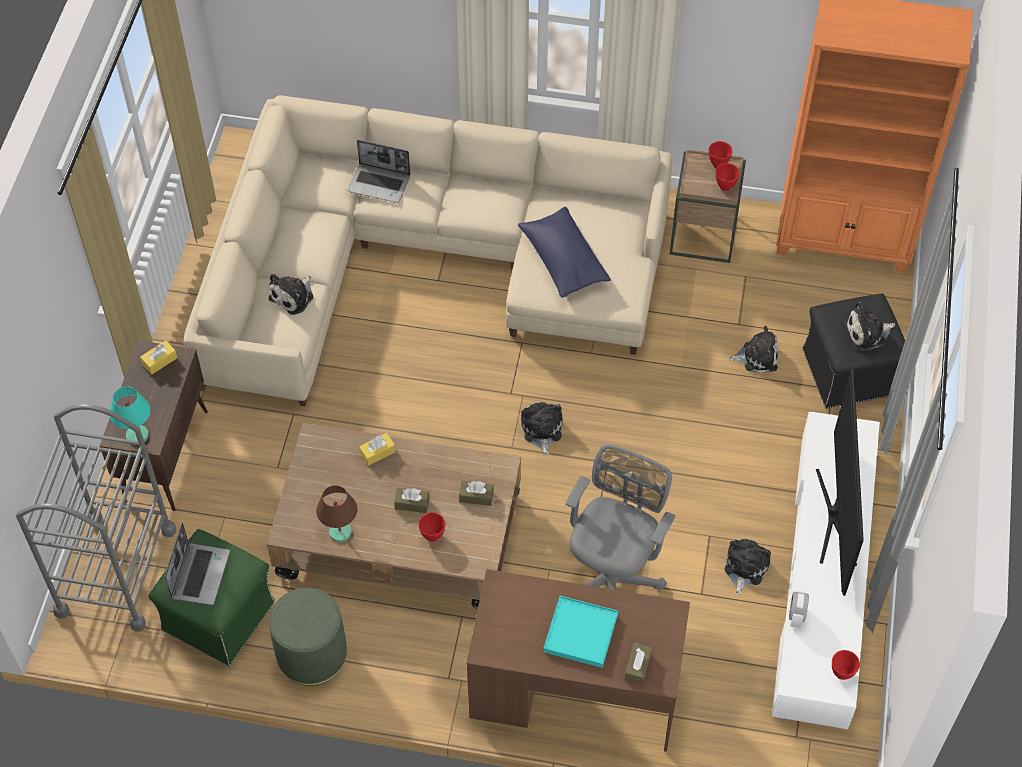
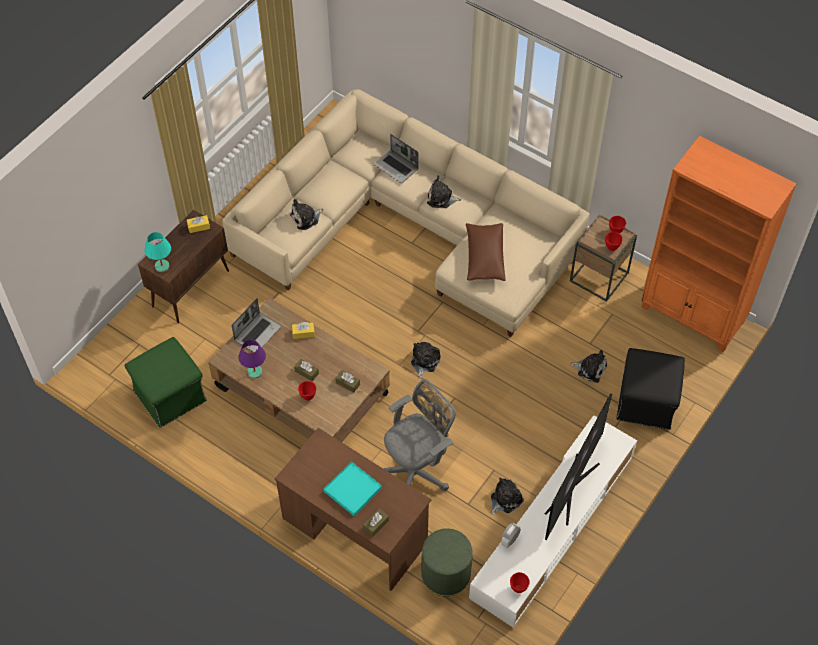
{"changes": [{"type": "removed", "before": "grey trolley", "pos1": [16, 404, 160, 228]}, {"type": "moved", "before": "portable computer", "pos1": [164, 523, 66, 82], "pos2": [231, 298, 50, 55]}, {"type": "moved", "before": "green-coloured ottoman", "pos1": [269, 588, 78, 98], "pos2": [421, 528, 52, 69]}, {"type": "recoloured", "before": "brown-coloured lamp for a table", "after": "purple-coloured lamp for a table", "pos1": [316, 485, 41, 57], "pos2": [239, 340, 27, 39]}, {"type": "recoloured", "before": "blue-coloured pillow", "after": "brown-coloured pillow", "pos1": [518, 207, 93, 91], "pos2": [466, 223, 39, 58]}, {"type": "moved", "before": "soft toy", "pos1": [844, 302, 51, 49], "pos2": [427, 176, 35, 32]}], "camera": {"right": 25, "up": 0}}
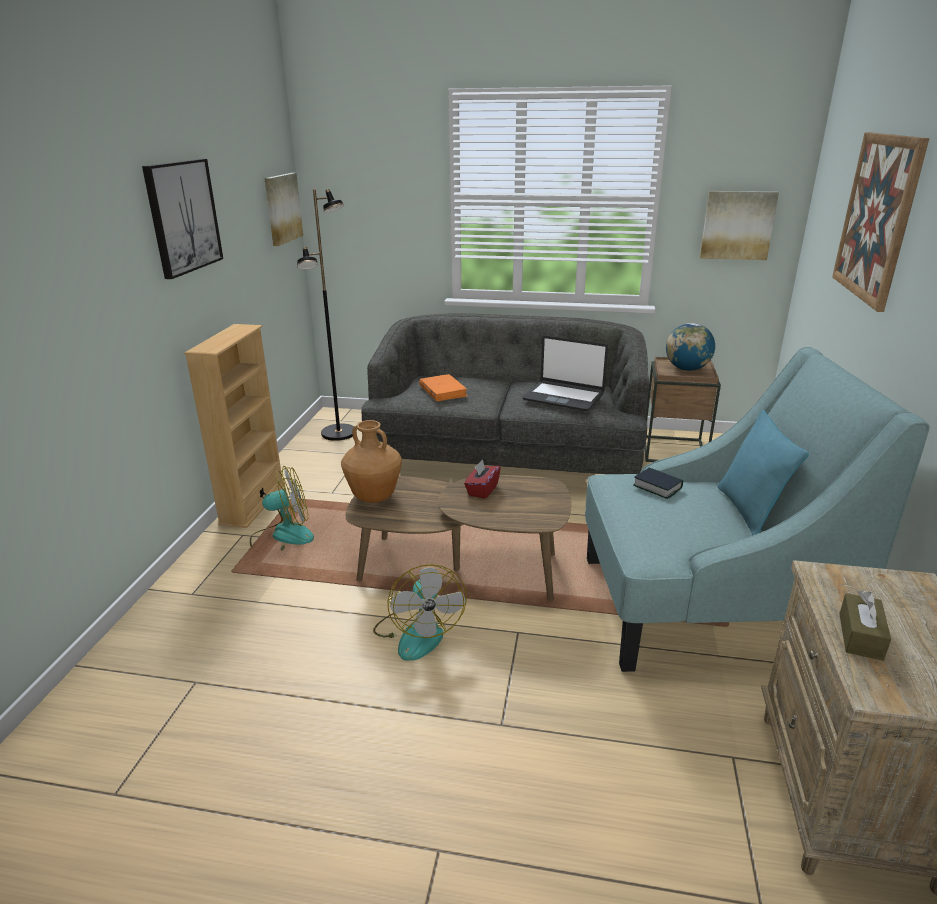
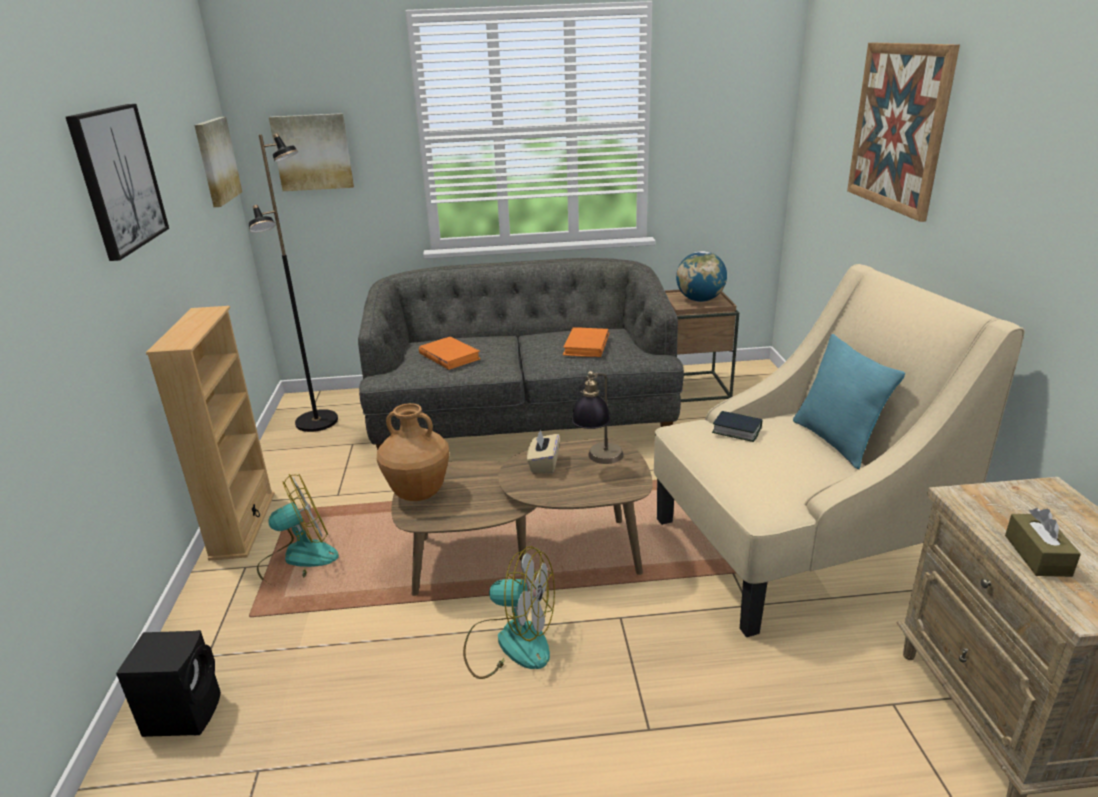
{"changes": [{"type": "turned", "before": "cooling fan", "pos1": [373, 564, 94, 97], "pos2": [463, 546, 92, 133], "turn": -45}, {"type": "recoloured", "before": "red tissue holder", "after": "beige tissue holder", "pos1": [464, 459, 37, 40], "pos2": [527, 429, 33, 45]}, {"type": "replaced", "before": "portable computer", "after": "orangey volume", "pos1": [523, 336, 85, 75], "pos2": [563, 327, 46, 30]}, {"type": "recoloured", "before": "turquoise-coloured easy chair", "after": "beige easy chair", "pos1": [585, 347, 344, 325], "pos2": [654, 264, 371, 373]}, {"type": "moved", "before": "wall art", "pos1": [700, 191, 79, 69], "pos2": [269, 113, 85, 78]}, {"type": "added", "after": "blackish audio speaker", "pos2": [116, 630, 105, 107]}, {"type": "added", "after": "lamp for a table", "pos2": [572, 371, 52, 93]}], "camera": {"right": -15, "up": 0}}
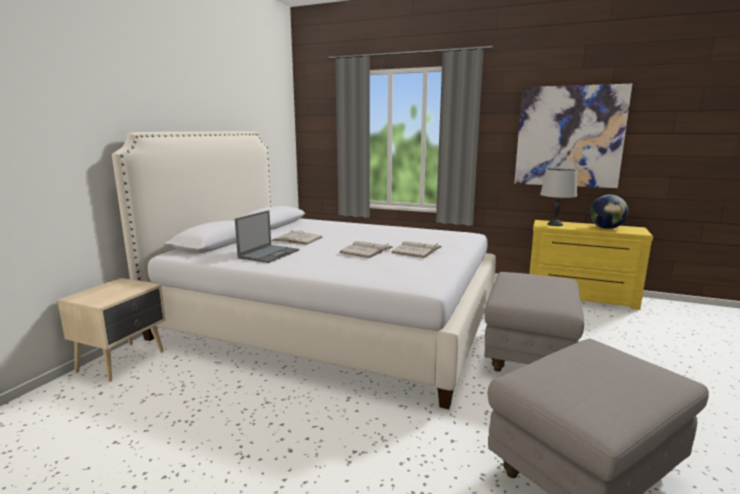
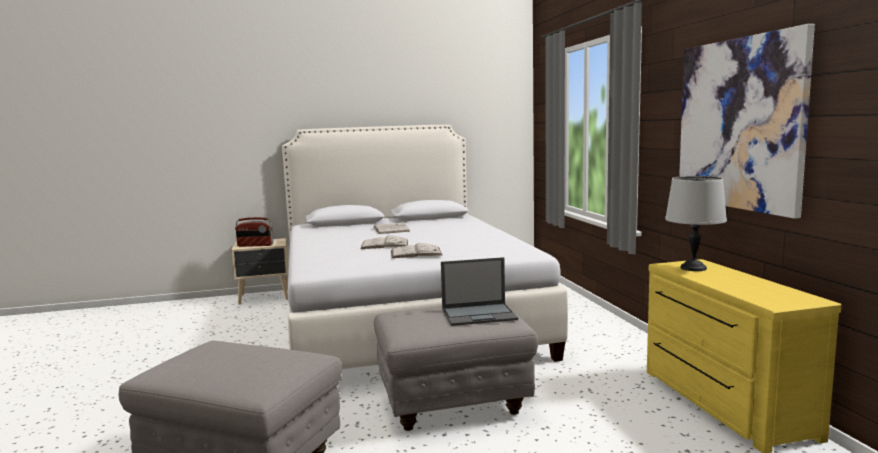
{"changes": [{"type": "moved", "before": "portable computer", "pos1": [235, 210, 64, 53], "pos2": [441, 257, 77, 69]}, {"type": "removed", "before": "world globe", "pos1": [590, 194, 39, 35]}, {"type": "added", "after": "radio set", "pos2": [235, 217, 38, 30]}], "camera": {"right": 55, "up": -5}}
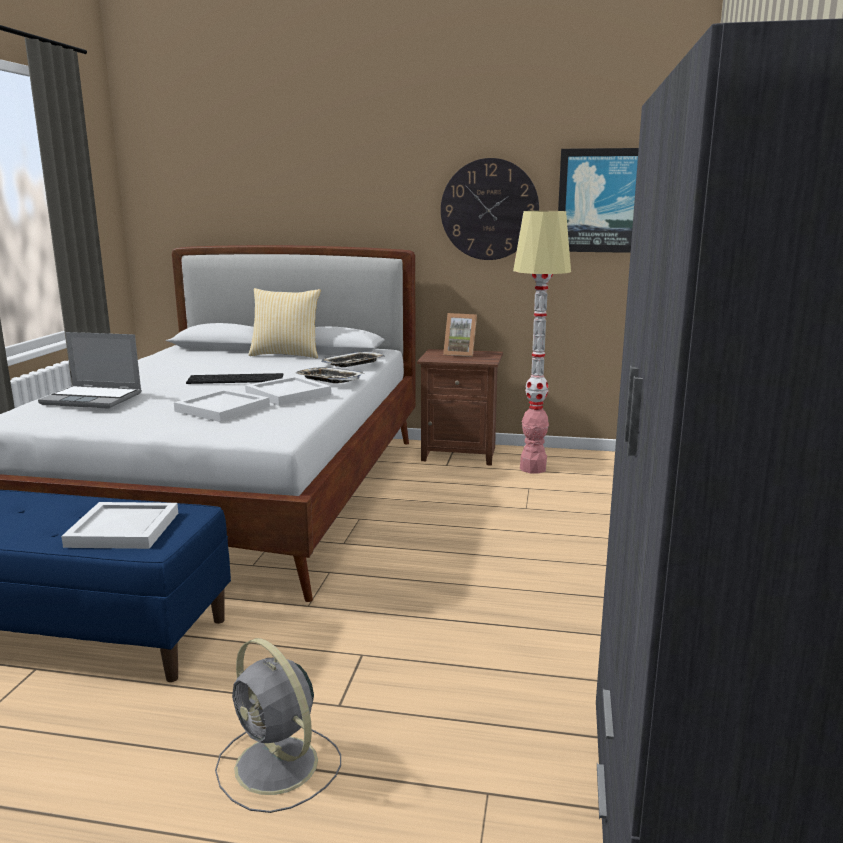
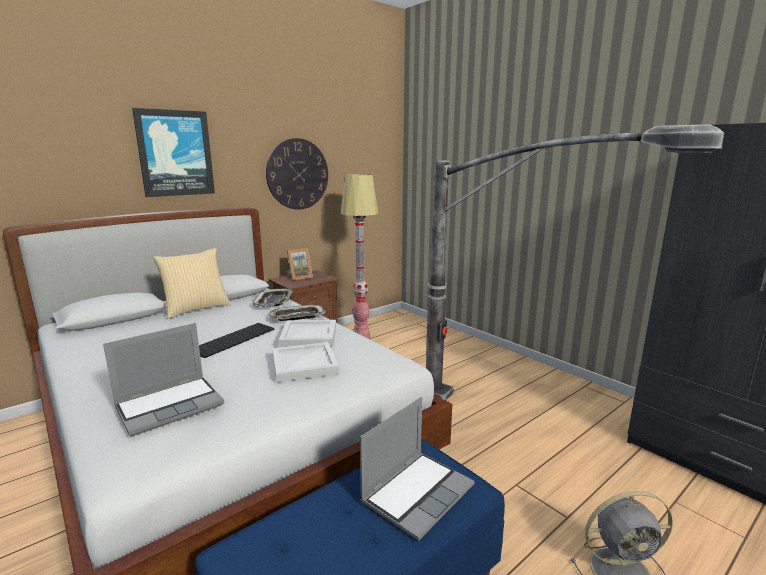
{"changes": [{"type": "replaced", "before": "whitish carrying tray", "after": "portable computer", "pos1": [61, 502, 117, 47], "pos2": [360, 397, 115, 144]}, {"type": "moved", "before": "wall art", "pos1": [558, 148, 81, 105], "pos2": [132, 108, 83, 89]}, {"type": "added", "after": "standing lamp", "pos2": [426, 124, 298, 276]}], "camera": {"right": -50, "up": 0}}
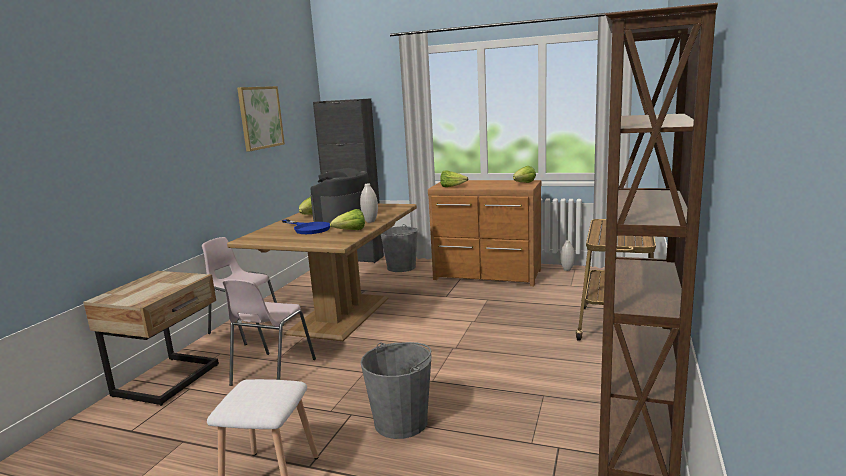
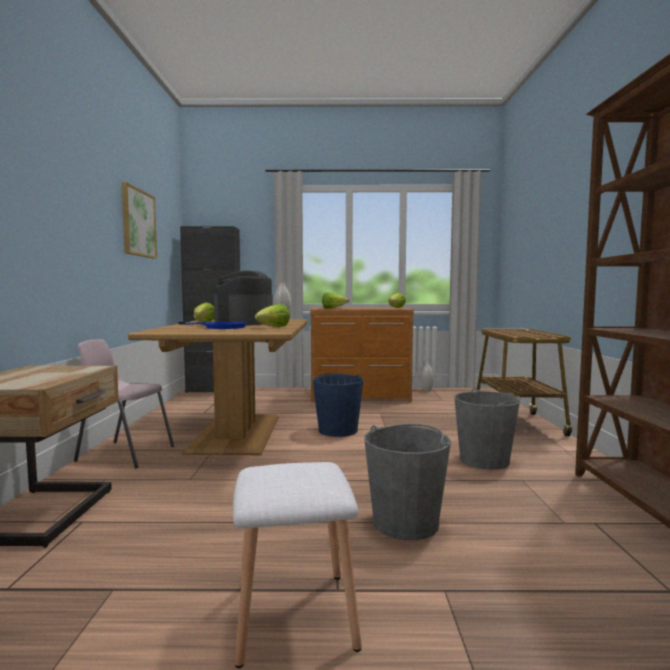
{"changes": [{"type": "removed", "before": "pinkish chair", "pos1": [223, 279, 93, 107]}, {"type": "moved", "before": "grey water bucket", "pos1": [381, 224, 38, 48], "pos2": [454, 388, 67, 82]}, {"type": "added", "after": "blue-coloured water bucket", "pos2": [313, 373, 51, 64]}], "camera": {"right": -20, "up": -10}}
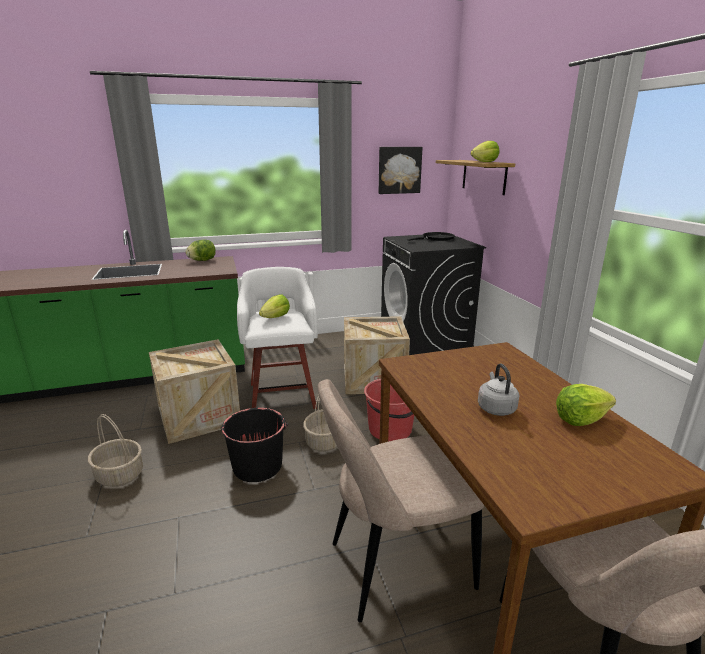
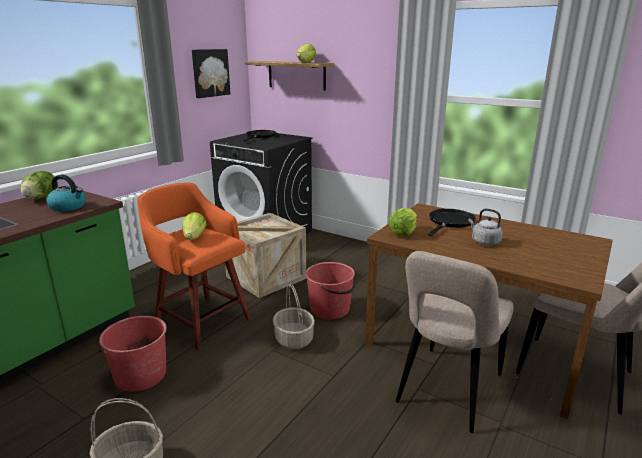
{"changes": [{"type": "replaced", "before": "packing crate", "after": "red water bucket", "pos1": [149, 339, 91, 105], "pos2": [97, 316, 70, 76]}, {"type": "removed", "before": "blackish water bucket", "pos1": [221, 408, 67, 74]}, {"type": "recoloured", "before": "whitish stool seat", "after": "orangey stool seat", "pos1": [237, 267, 81, 142], "pos2": [137, 183, 114, 167]}, {"type": "moved", "before": "head of lettuce", "pos1": [556, 384, 60, 42], "pos2": [389, 208, 28, 28]}, {"type": "added", "after": "tea kettle", "pos2": [47, 175, 39, 37]}, {"type": "added", "after": "blackish skillet", "pos2": [428, 209, 48, 27]}], "camera": {"right": -40, "up": 0}}
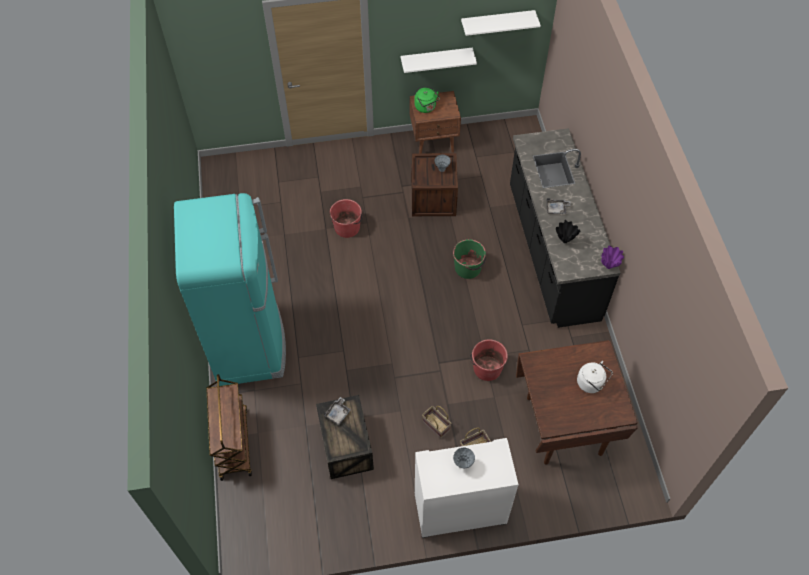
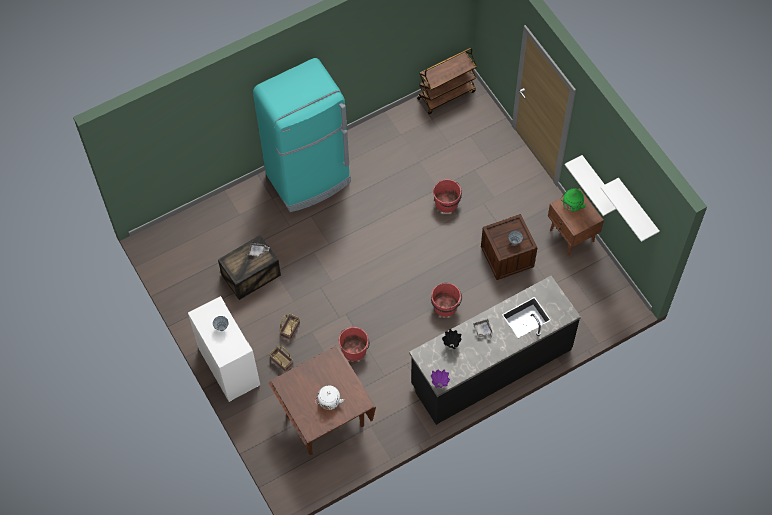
{"changes": [{"type": "moved", "before": "brown-coloured trolley", "pos1": [206, 374, 46, 107], "pos2": [417, 48, 60, 66]}, {"type": "recoloured", "before": "green-coloured water bucket", "after": "red water bucket", "pos1": [453, 239, 33, 40], "pos2": [431, 283, 31, 34]}], "camera": {"right": 70, "up": 5}}
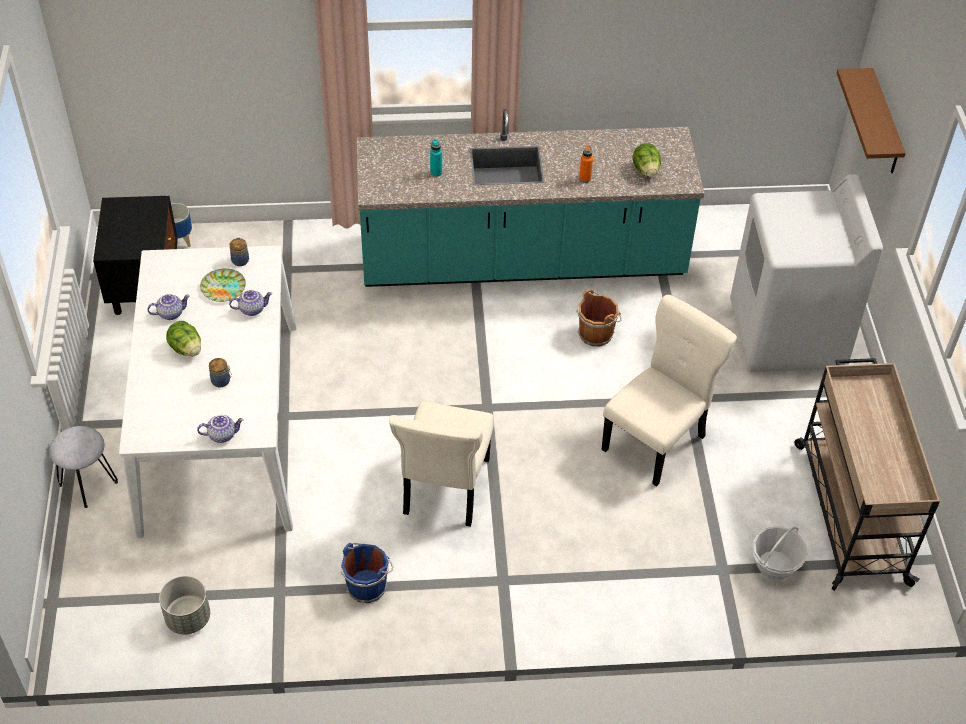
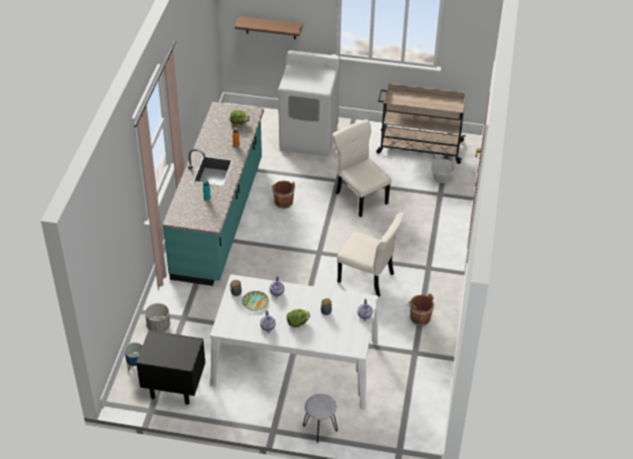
{"changes": [{"type": "moved", "before": "grey planter", "pos1": [159, 576, 51, 59], "pos2": [145, 303, 25, 29]}, {"type": "recoloured", "before": "blue-coloured water bucket", "after": "brown-coloured water bucket", "pos1": [341, 543, 52, 60], "pos2": [408, 294, 26, 32]}], "camera": {"right": -75, "up": -5}}
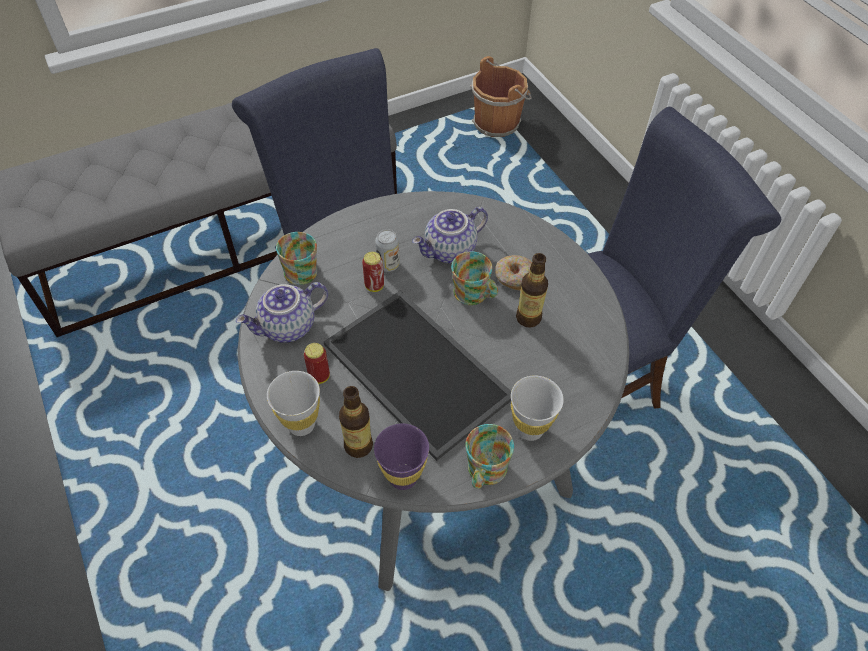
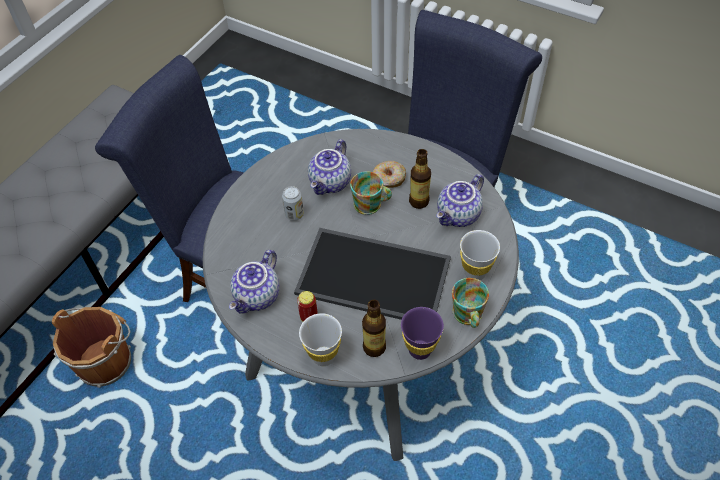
{"changes": [{"type": "removed", "before": "tea mug", "pos1": [276, 232, 41, 53]}, {"type": "removed", "before": "can", "pos1": [362, 252, 22, 40]}, {"type": "moved", "before": "brown-coloured water bucket", "pos1": [470, 56, 61, 81], "pos2": [52, 307, 79, 81]}, {"type": "added", "after": "pot for tea", "pos2": [436, 174, 48, 53]}], "camera": {"right": -30, "up": 0}}
